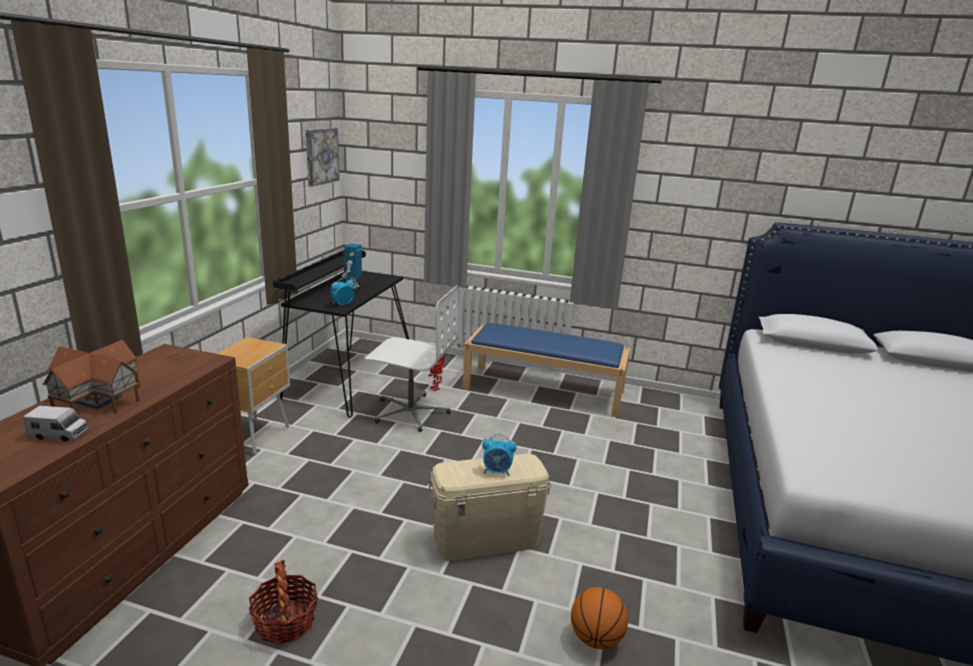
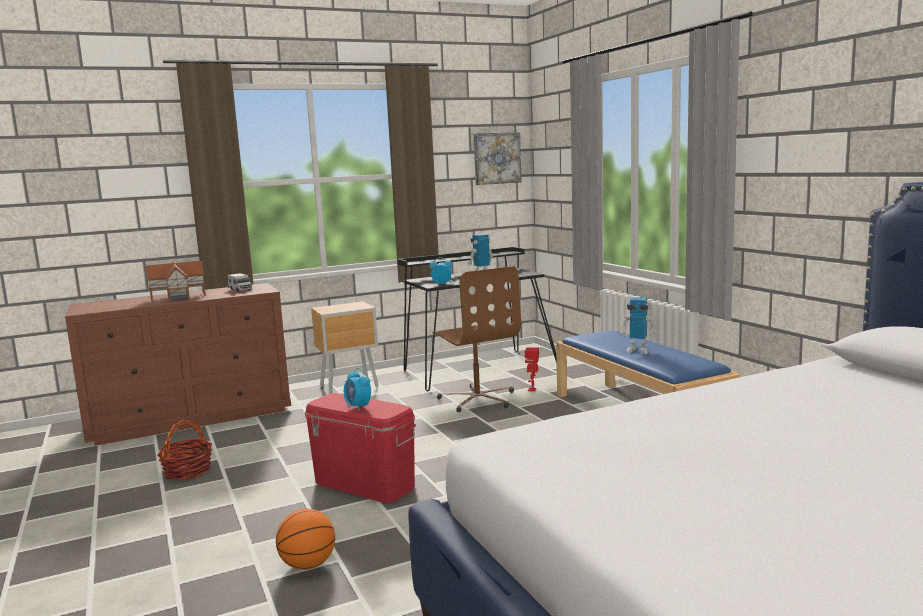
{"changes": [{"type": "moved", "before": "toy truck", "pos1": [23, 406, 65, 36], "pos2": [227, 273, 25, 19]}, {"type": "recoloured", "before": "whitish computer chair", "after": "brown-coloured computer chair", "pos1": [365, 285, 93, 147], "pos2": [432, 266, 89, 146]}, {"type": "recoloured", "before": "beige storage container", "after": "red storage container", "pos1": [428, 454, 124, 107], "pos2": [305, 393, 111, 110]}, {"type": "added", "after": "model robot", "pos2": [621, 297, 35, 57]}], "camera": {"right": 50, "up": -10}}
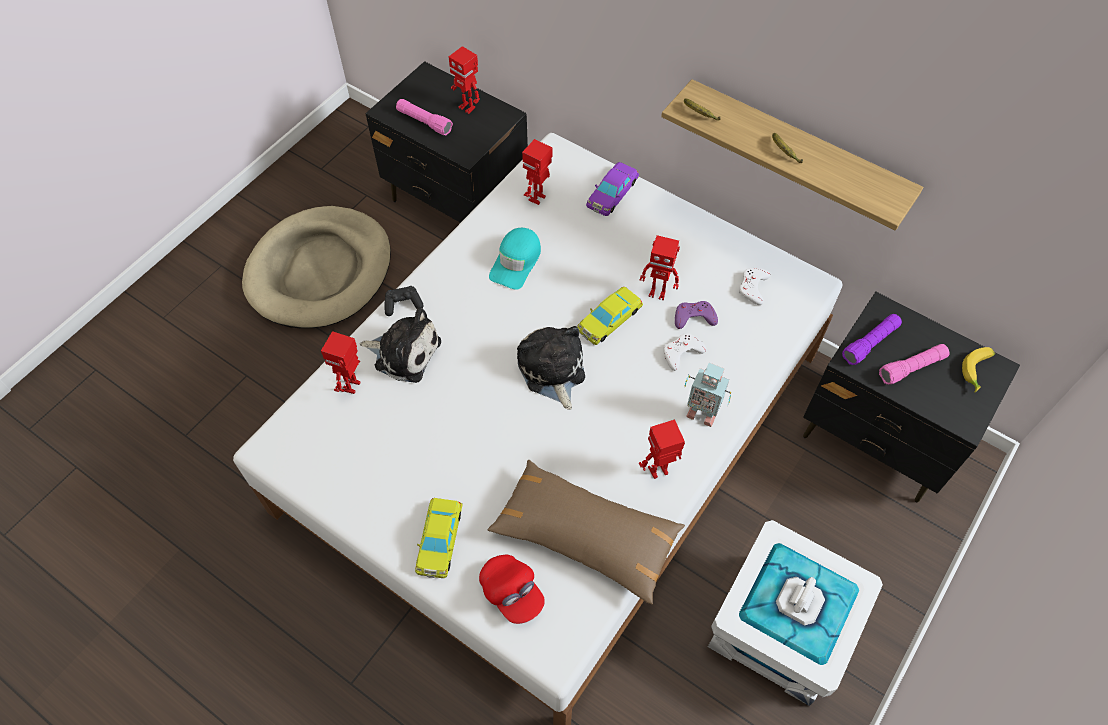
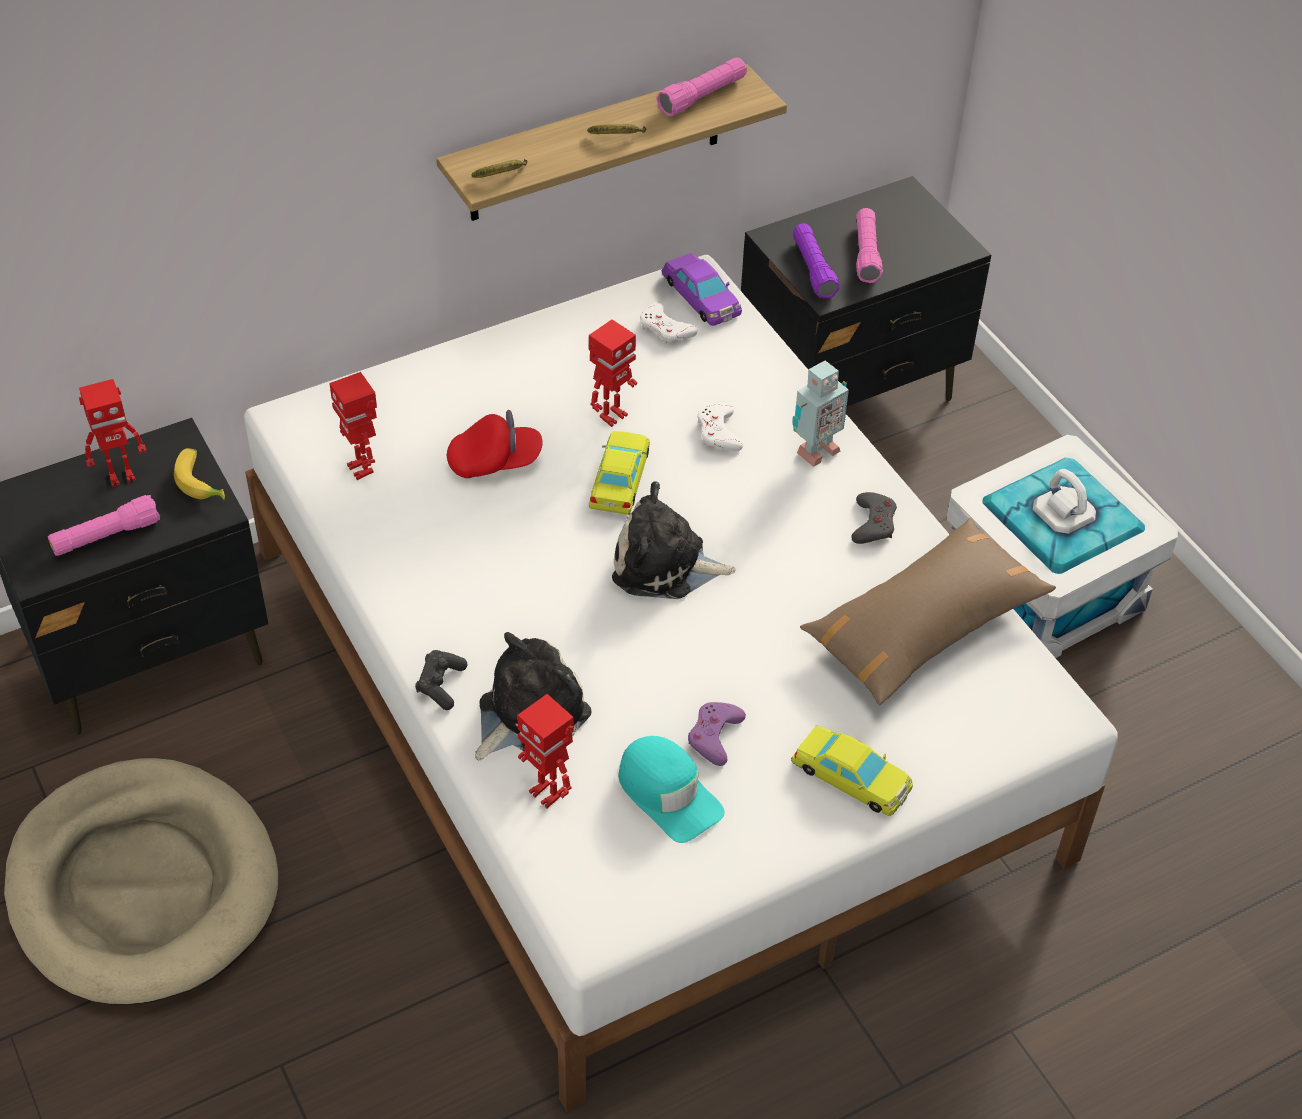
{"changes": [{"type": "moved", "before": "red peaked cap", "pos1": [479, 555, 66, 69], "pos2": [447, 410, 96, 68]}, {"type": "moved", "before": "turquoise-coloured peaked cap", "pos1": [489, 228, 52, 62], "pos2": [618, 736, 107, 107]}, {"type": "turned", "before": "yellowish model car", "pos1": [577, 287, 66, 58], "pos2": [589, 431, 61, 84], "turn": -150}, {"type": "moved", "before": "purple-coloured model car", "pos1": [586, 162, 53, 54], "pos2": [662, 253, 80, 73]}, {"type": "replaced", "before": "model robot", "after": "grey joypad", "pos1": [639, 420, 46, 59], "pos2": [851, 492, 46, 52]}, {"type": "moved", "before": "purple-coloured joypad", "pos1": [675, 301, 43, 28], "pos2": [688, 702, 58, 64]}, {"type": "moved", "before": "banana fruit", "pos1": [962, 347, 33, 46], "pos2": [174, 448, 51, 52]}, {"type": "added", "after": "pinkish hand torch", "pos2": [656, 58, 91, 58]}], "camera": {"right": -65, "up": -10}}
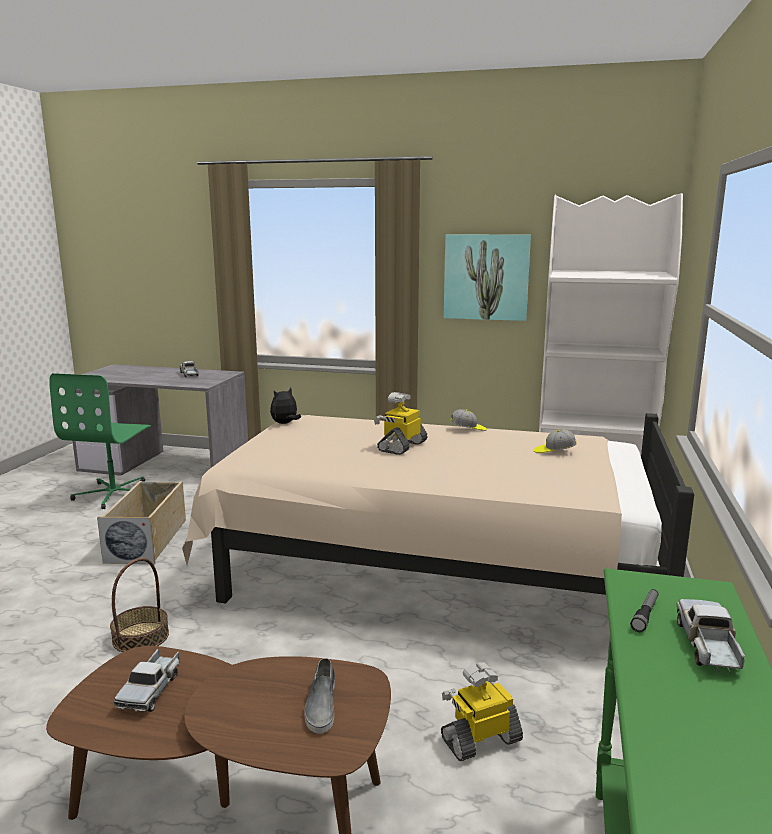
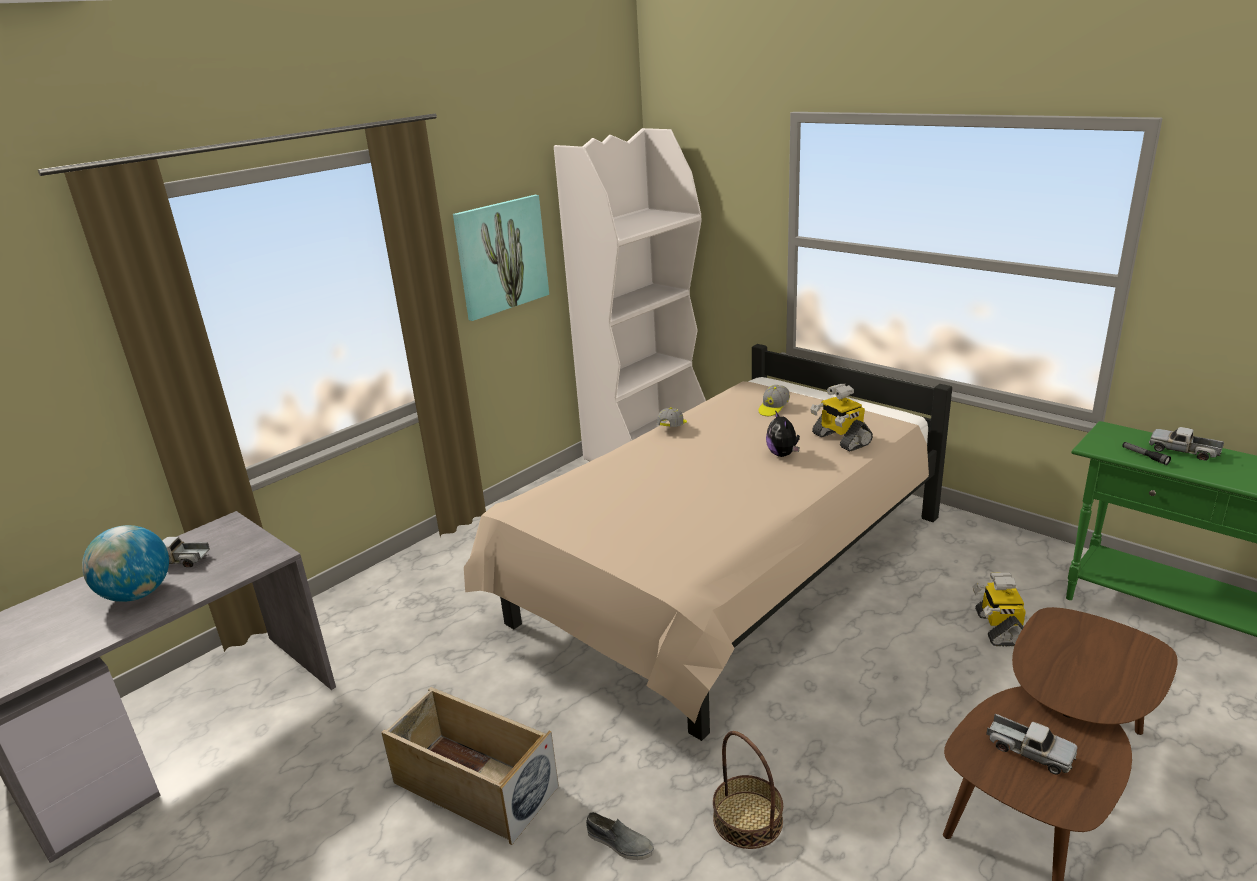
{"changes": [{"type": "removed", "before": "green-coloured computer chair", "pos1": [49, 373, 102, 136]}, {"type": "moved", "before": "soft toy", "pos1": [270, 388, 31, 36], "pos2": [766, 410, 34, 47]}, {"type": "moved", "before": "grey shoe", "pos1": [304, 658, 31, 75], "pos2": [586, 812, 68, 48]}, {"type": "moved", "before": "model robot", "pos1": [374, 392, 54, 63], "pos2": [810, 384, 63, 67]}, {"type": "added", "after": "world globe", "pos2": [82, 525, 87, 77]}], "camera": {"right": -60, "up": 10}}
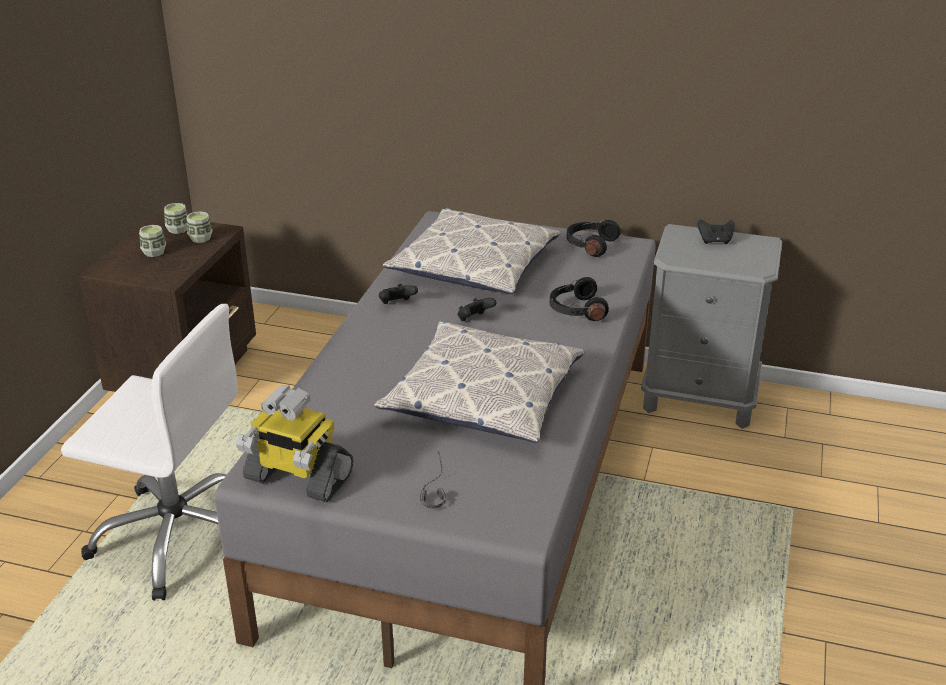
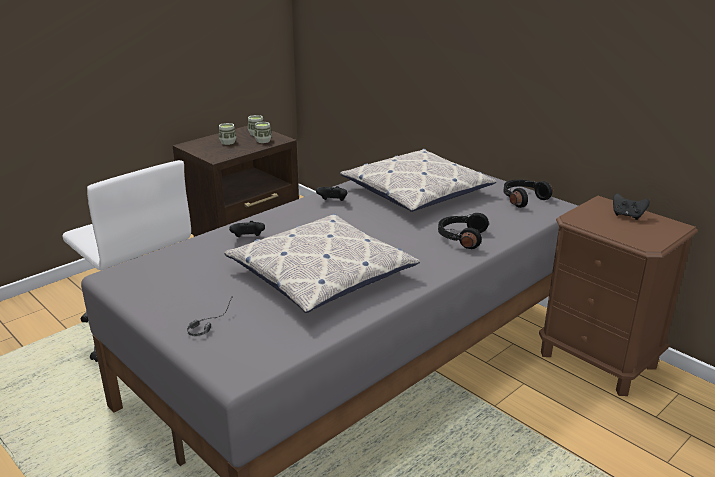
{"changes": [{"type": "removed", "before": "model robot", "pos1": [236, 385, 117, 117]}, {"type": "moved", "before": "blackish joypad", "pos1": [457, 298, 40, 23], "pos2": [229, 221, 36, 16]}, {"type": "recoloured", "before": "grey nightstand", "after": "brown-coloured nightstand", "pos1": [641, 224, 141, 205], "pos2": [539, 196, 159, 200]}], "camera": {"right": 30, "up": -5}}
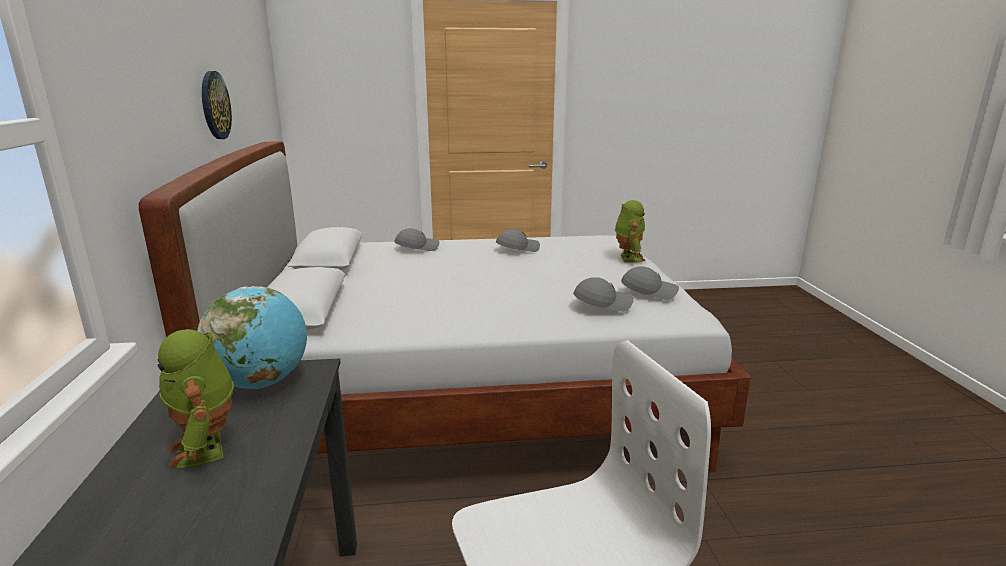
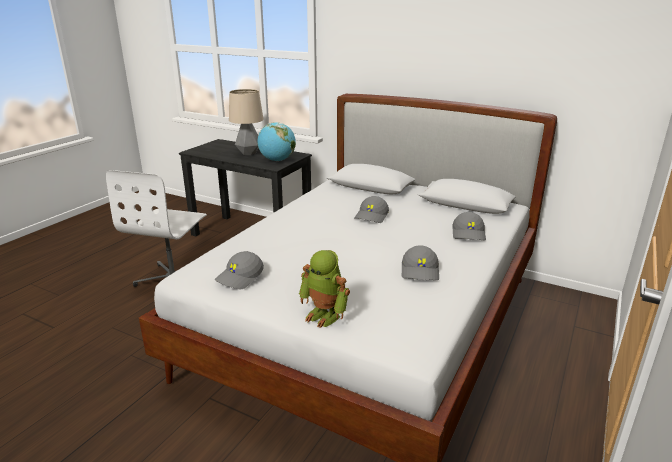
{"changes": [{"type": "replaced", "before": "model robot", "after": "lamp for a table", "pos1": [158, 329, 76, 140], "pos2": [229, 89, 35, 66]}, {"type": "removed", "before": "hanging clock", "pos1": [202, 71, 30, 68]}, {"type": "moved", "before": "grey peaked cap", "pos1": [573, 277, 61, 35], "pos2": [355, 196, 34, 27]}], "camera": {"right": 125, "up": 5}}
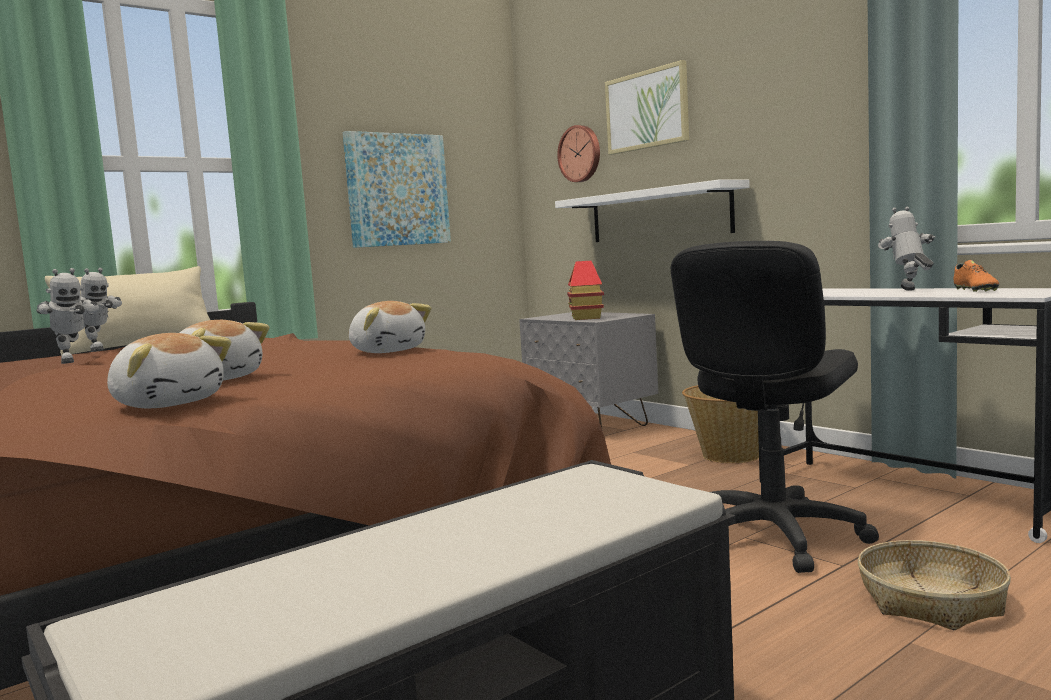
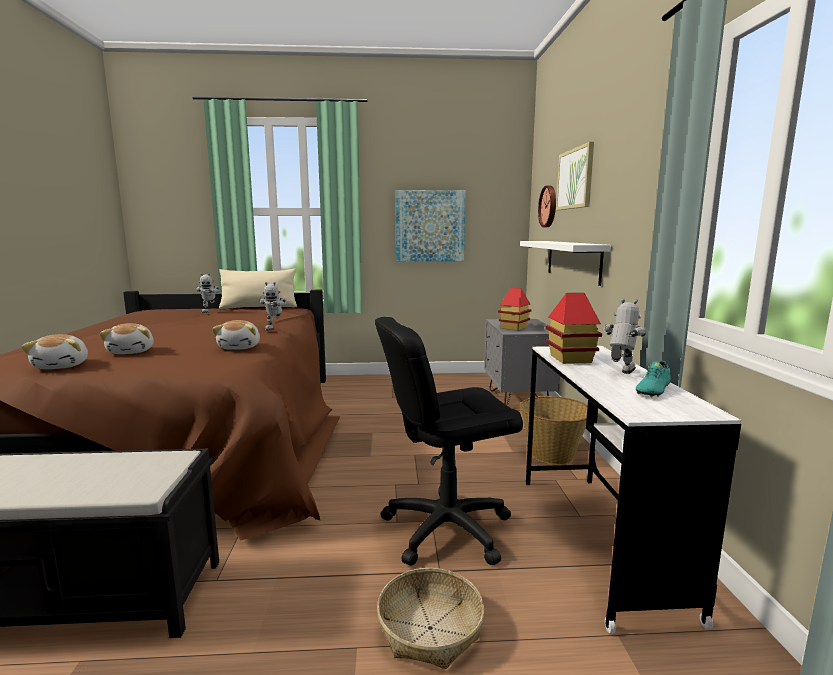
{"changes": [{"type": "moved", "before": "model robot", "pos1": [36, 268, 63, 96], "pos2": [260, 282, 27, 48]}, {"type": "recoloured", "before": "orangey shoe", "after": "turquoise-coloured shoe", "pos1": [954, 260, 45, 32], "pos2": [636, 361, 35, 36]}, {"type": "added", "after": "miniature house", "pos2": [545, 293, 57, 71]}], "camera": {"right": 35, "up": 5}}
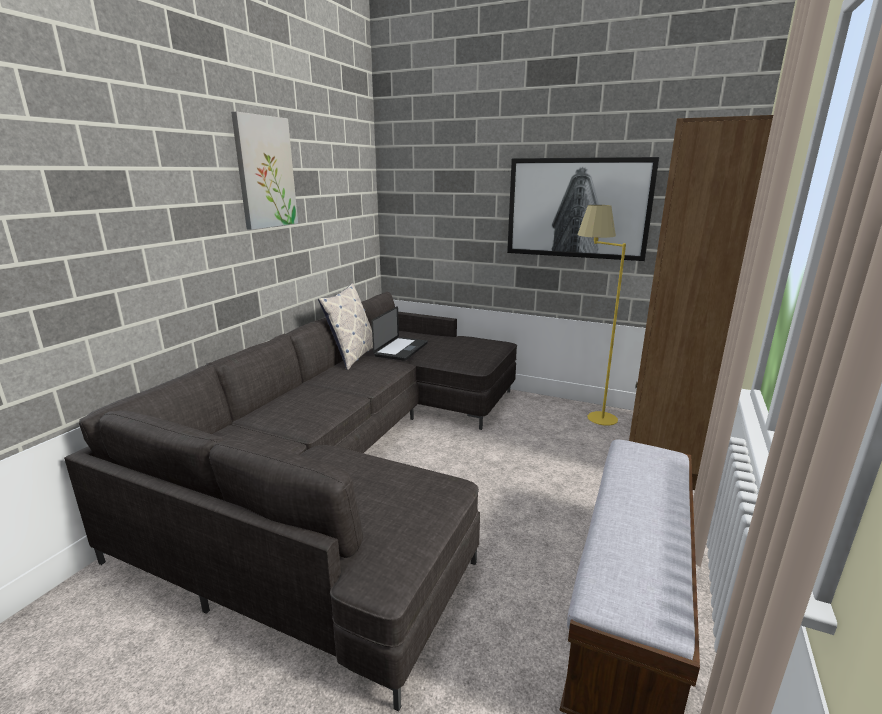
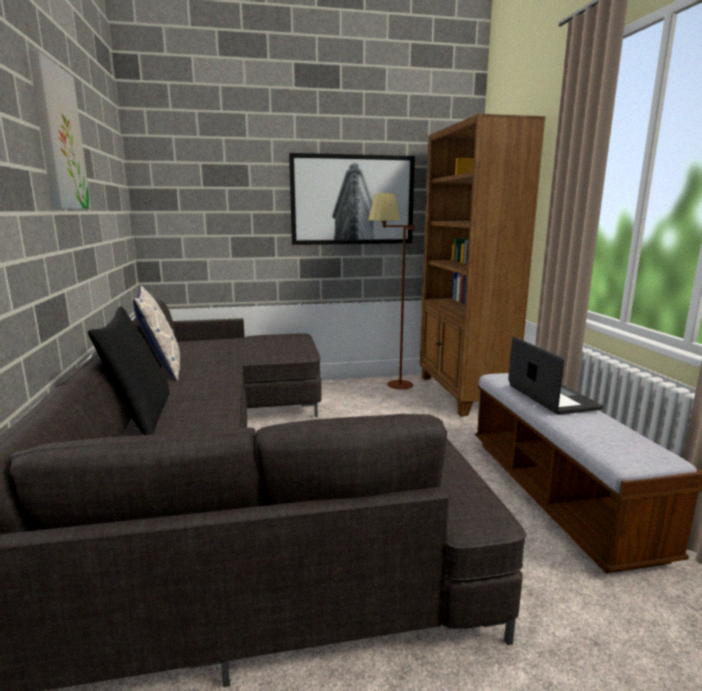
{"changes": [{"type": "moved", "before": "portable computer", "pos1": [372, 306, 56, 55], "pos2": [508, 337, 95, 78]}, {"type": "recoloured", "before": "yellowish standing lamp", "after": "brown-coloured standing lamp", "pos1": [577, 205, 49, 220], "pos2": [368, 193, 46, 196]}, {"type": "added", "after": "blackish pillow", "pos2": [88, 306, 82, 129]}], "camera": {"right": -35, "up": -5}}
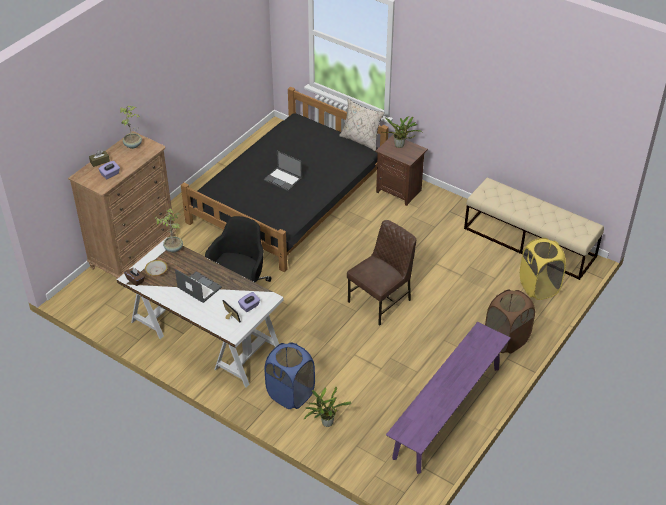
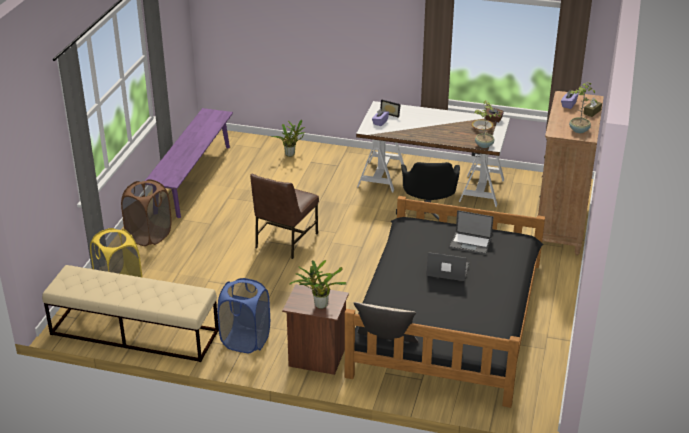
{"changes": [{"type": "moved", "before": "portable computer", "pos1": [175, 269, 47, 34], "pos2": [449, 210, 45, 45]}, {"type": "moved", "before": "blue-coloured washing basket", "pos1": [265, 342, 50, 67], "pos2": [217, 278, 53, 75]}], "camera": {"right": 160, "up": -10}}
